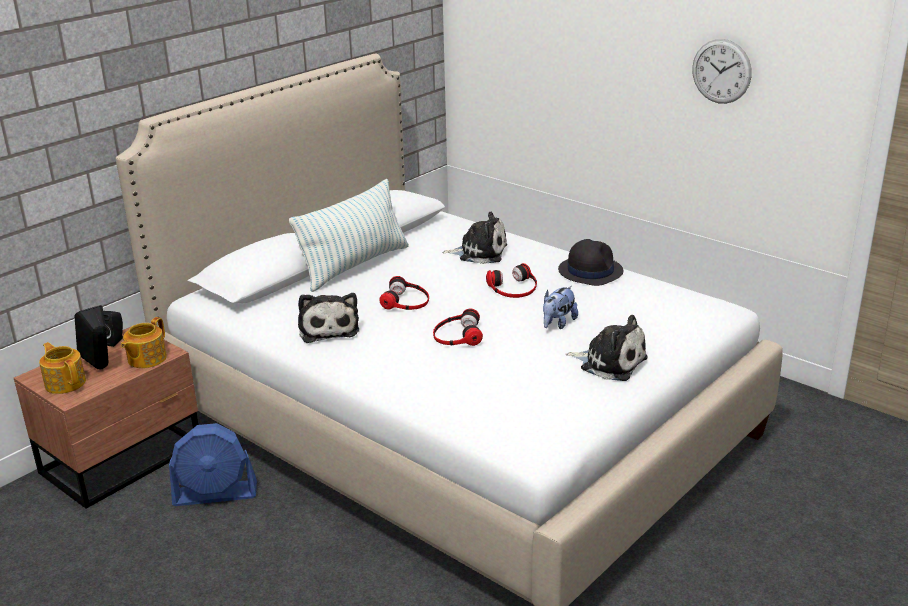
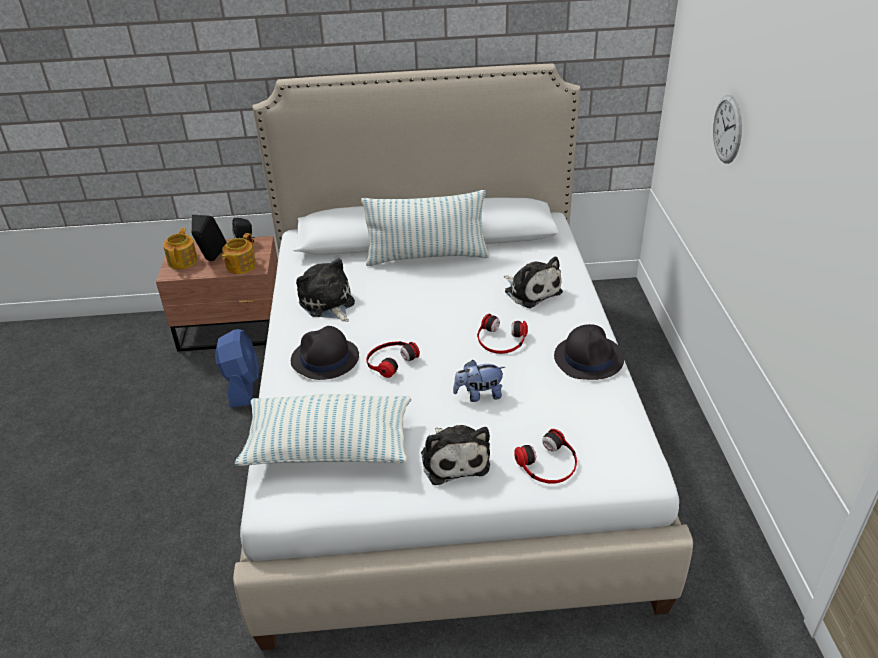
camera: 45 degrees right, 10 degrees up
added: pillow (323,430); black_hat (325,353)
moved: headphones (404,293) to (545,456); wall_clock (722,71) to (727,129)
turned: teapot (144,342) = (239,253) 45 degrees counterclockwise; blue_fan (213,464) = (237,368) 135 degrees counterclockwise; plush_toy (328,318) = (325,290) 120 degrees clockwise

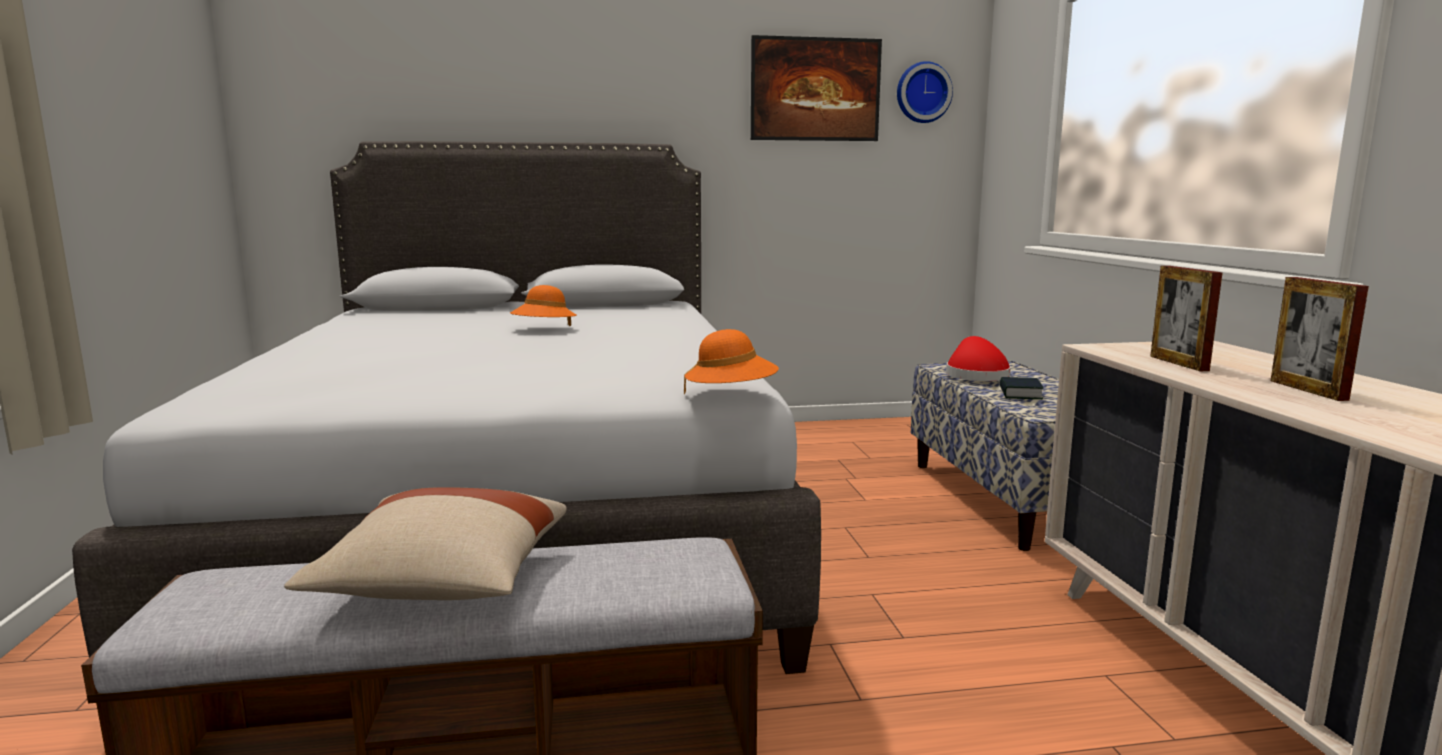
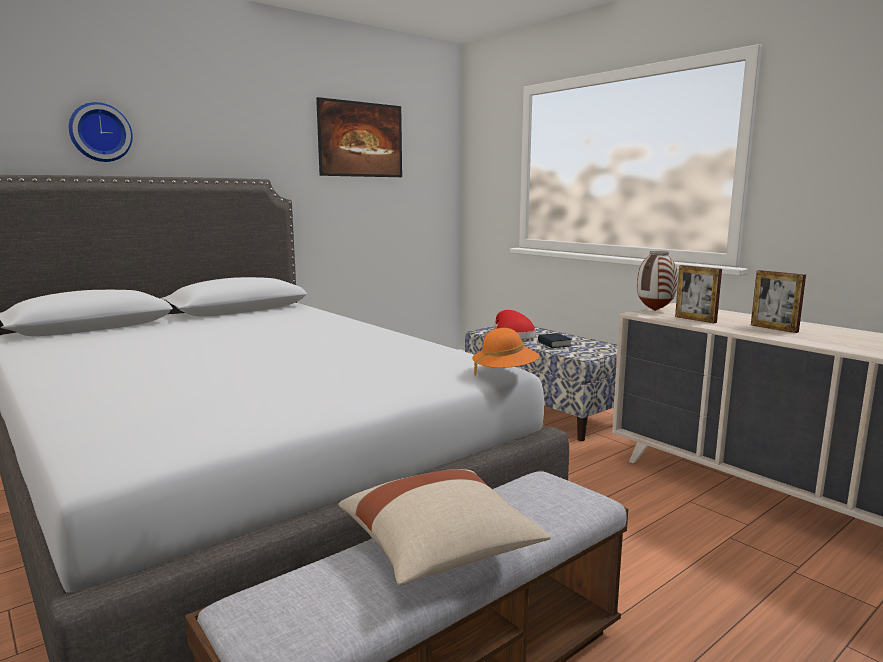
camera: 30 degrees left, 0 degrees up
removed: orange_hat (543,305)
added: vase (657,281)
moved: wall_clock (925,92) to (101,132)

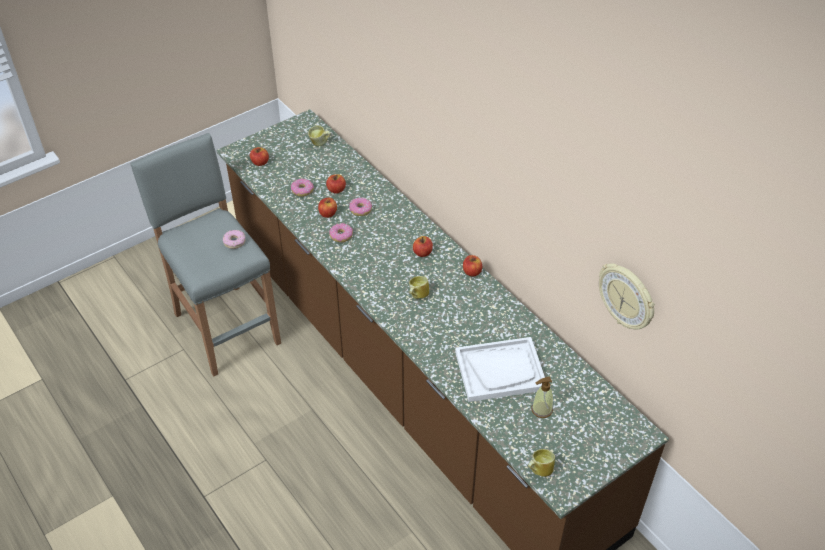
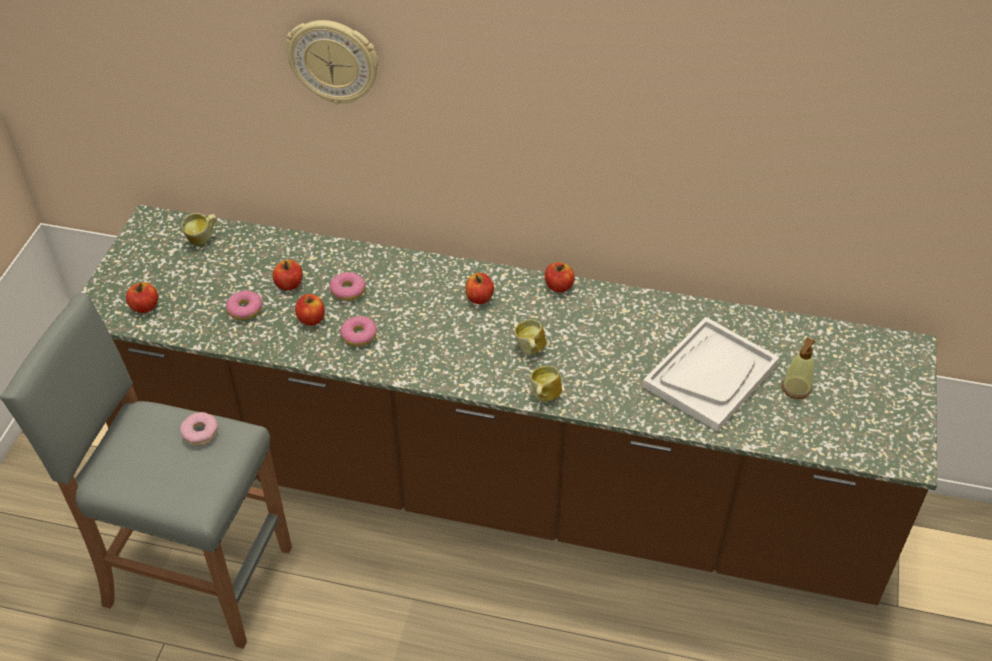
camera: 40 degrees left, 0 degrees up
moved: mug (541,463) to (546,384); wall_clock (627,296) to (332,62)

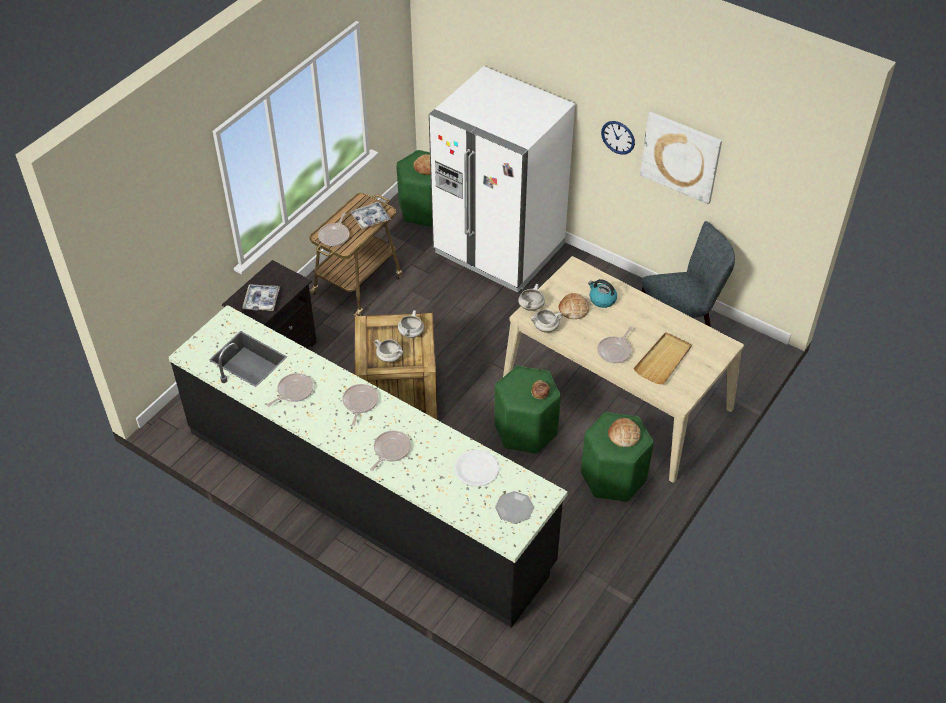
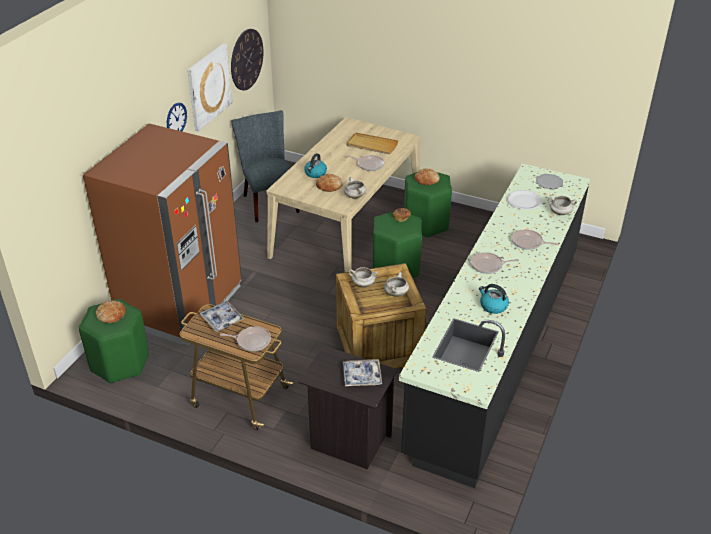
camera: 100 degrees left, 10 degrees down
added: wall_clock (247,59)
moved: white_cooking_pot (531,297) to (562,205)
replaced: frying_pan (289,390) to kettle (494,299)
recoloured: white_fridge (502,179) to brown_fridge (162,234)

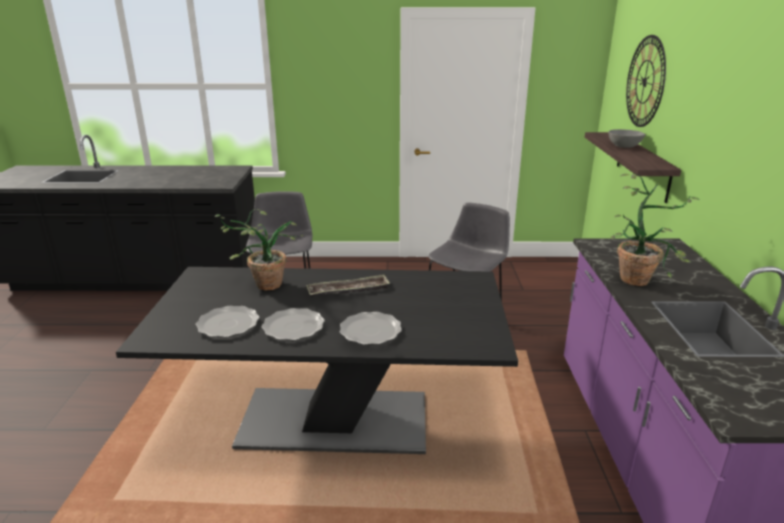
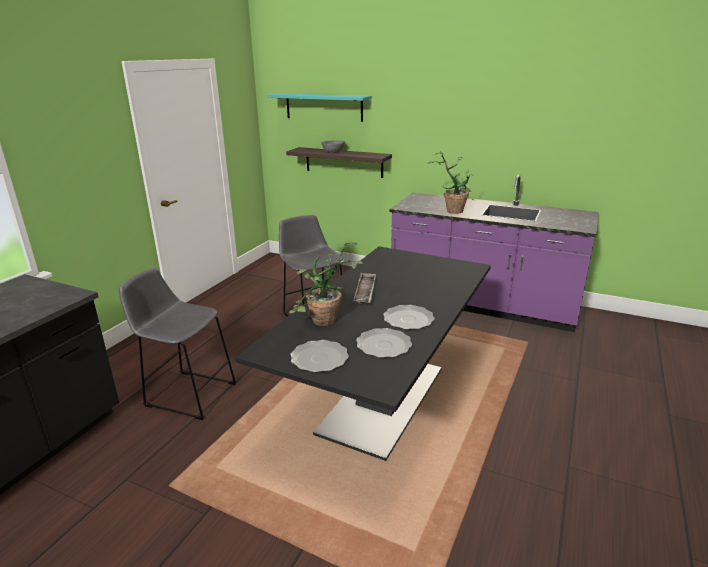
camera: 65 degrees left, 0 degrees up
moved: plate (371,328) to (319,356)
replaced: wall_clock (646,81) to turquoise_shelf (320,107)

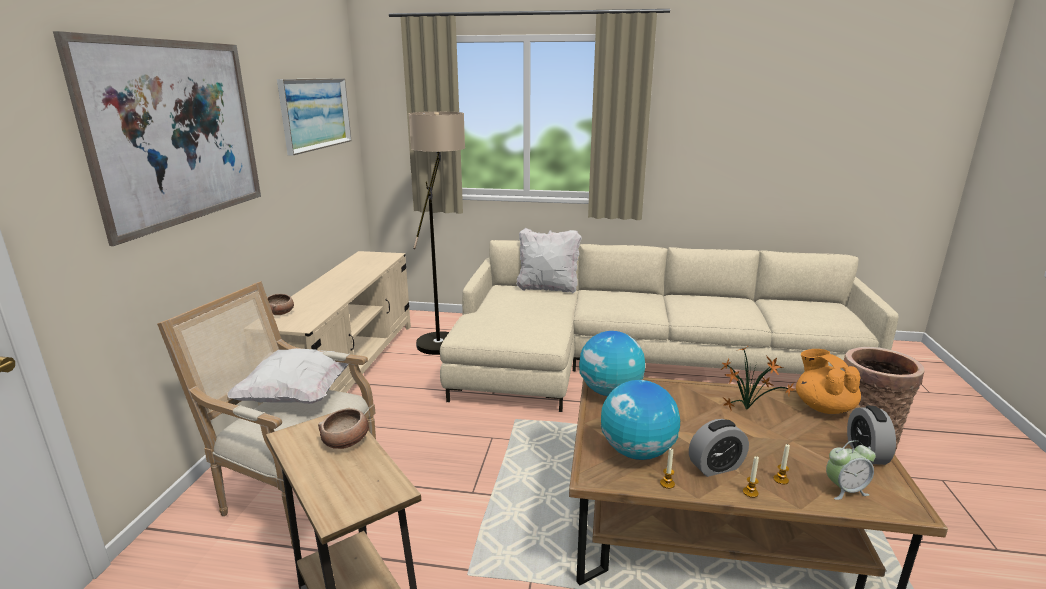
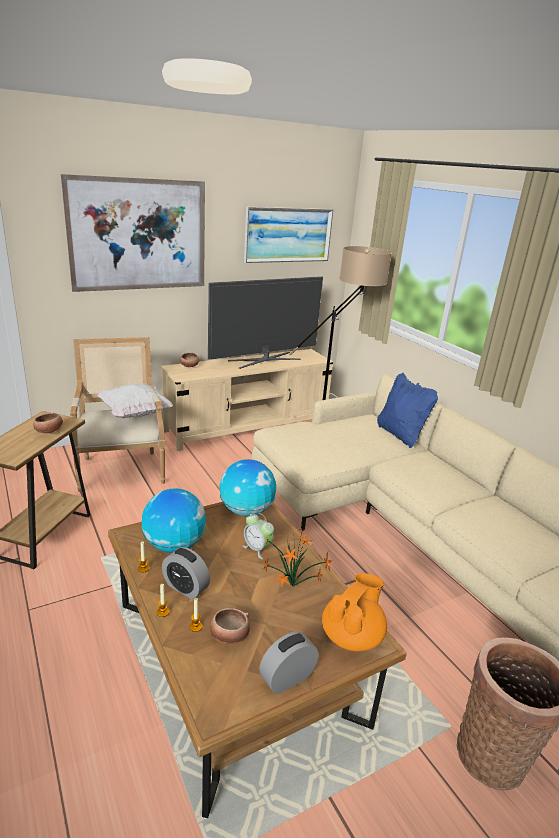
camera: 50 degrees right, 5 degrees up
added: television (265,322); bowl (230,626)
moved: alarm_clock (851,470) to (258,536)
recoloured: white_pillow (549,260) to blue_pillow (407,410)

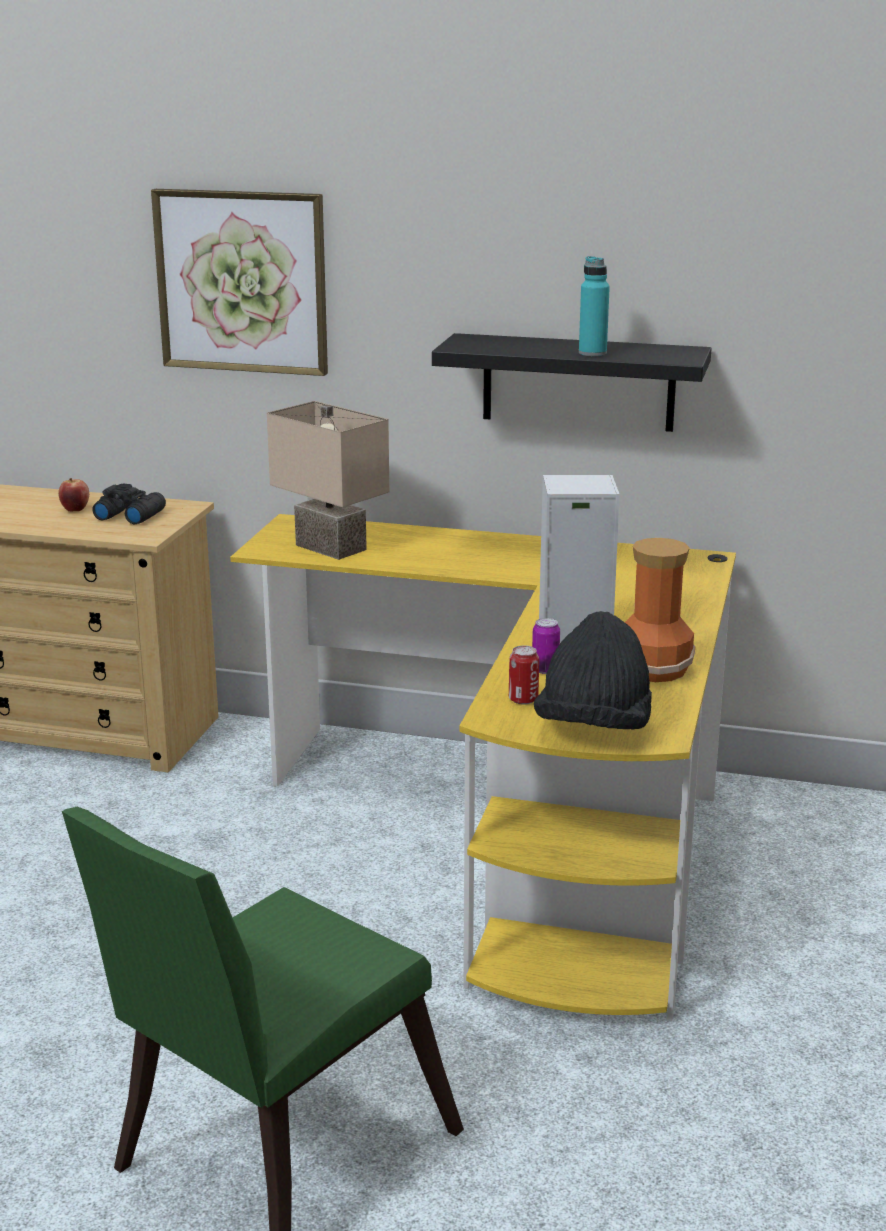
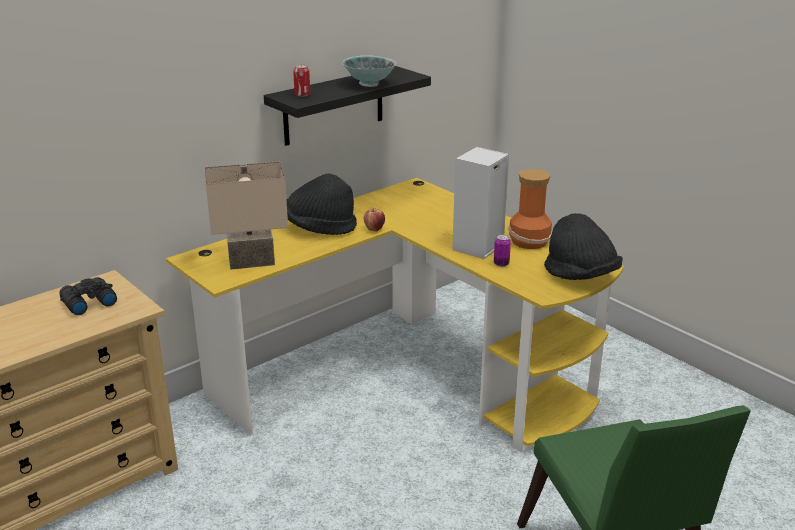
camera: 55 degrees left, 5 degrees up
removed: picture (239,282)
added: black_hat (322,204)
moved: apple (73,495) to (374,219); can (524,675) to (301,80)
replaced: turquoise_bottle (594,306) to bowl (369,71)

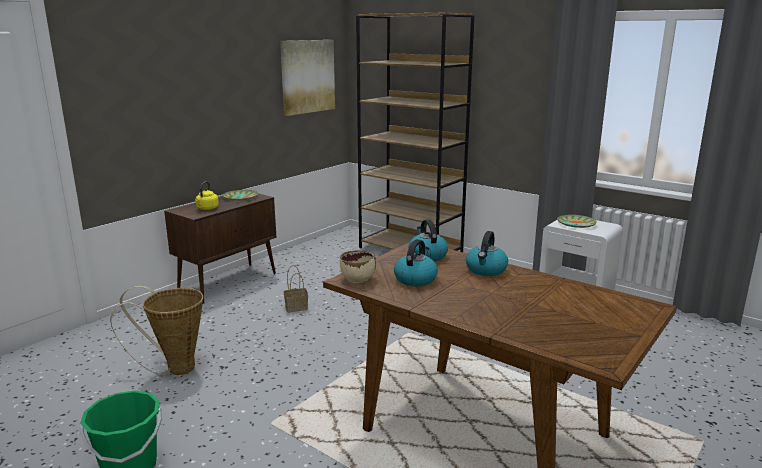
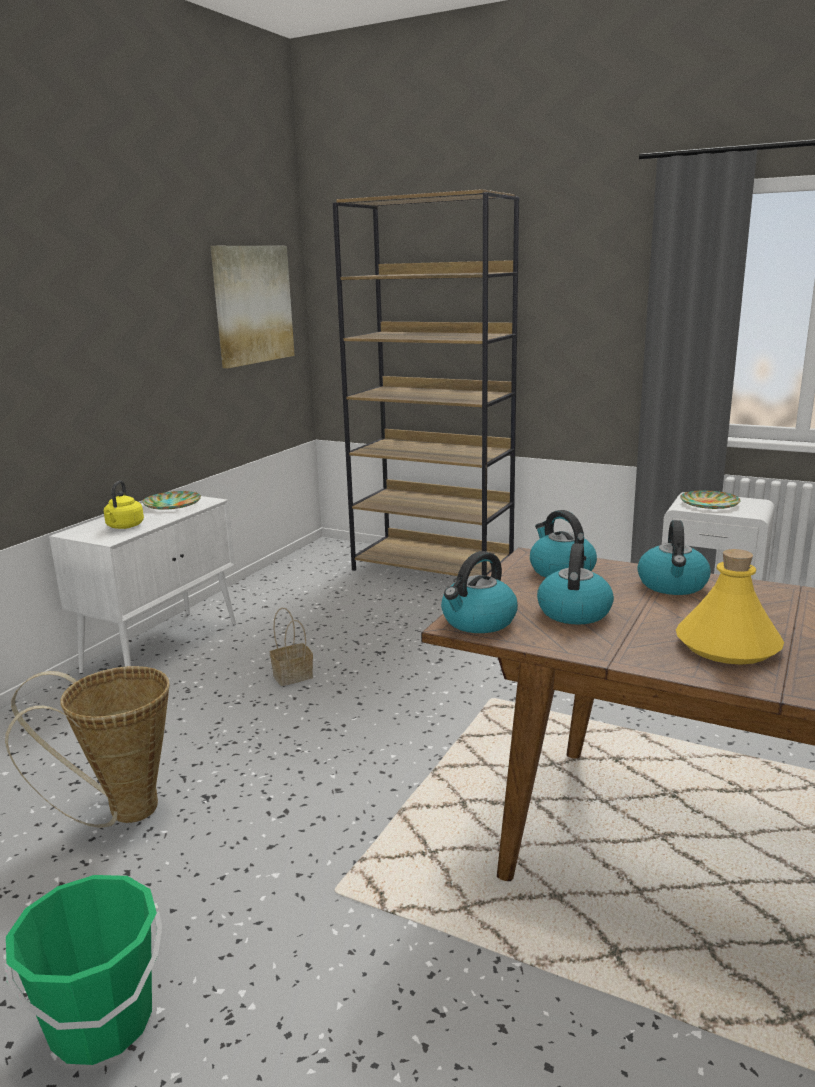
camera: 10 degrees left, 0 degrees up
added: yellow_bottle (730,607)
replaced: beige_bowl (358,266) to kettle (479,592)
recoloured: brown_cabinet (220,248) to white_cabinet (142,585)

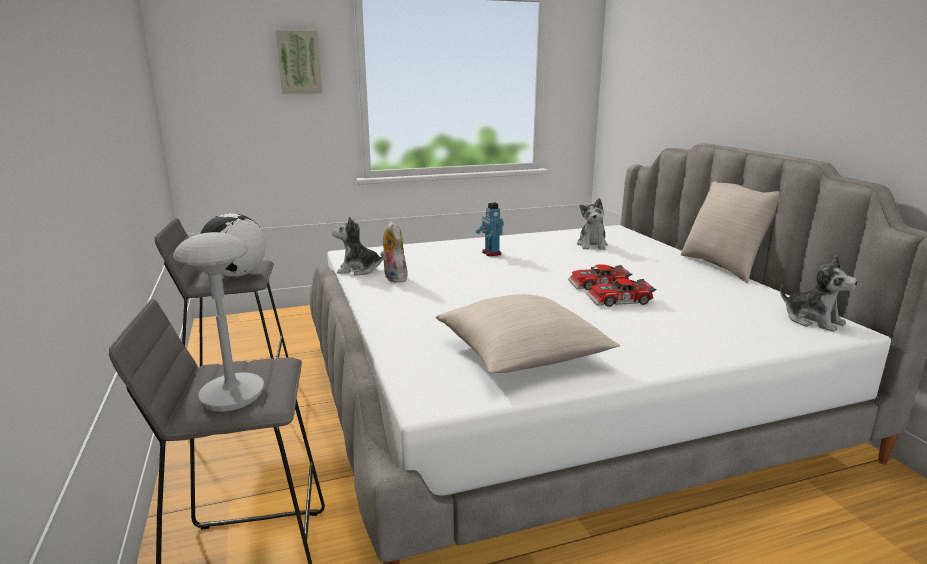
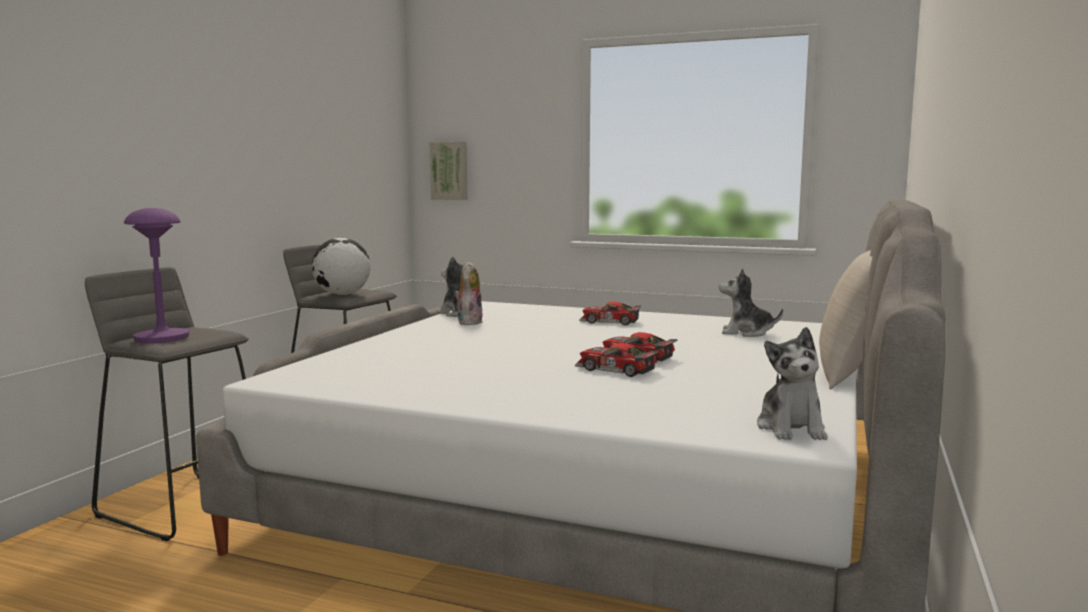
camera: 40 degrees right, 10 degrees down
removed: beige_pillow (528,333)
moved: picture (299,62) to (448,171)
replaced: toy_robot (490,229) to toy_car (610,313)
recoloured: grey_table_lamp (218,322) to purple_table_lamp (157,275)
turned: plush_toy (592,224) = (751,302) 60 degrees clockwise

